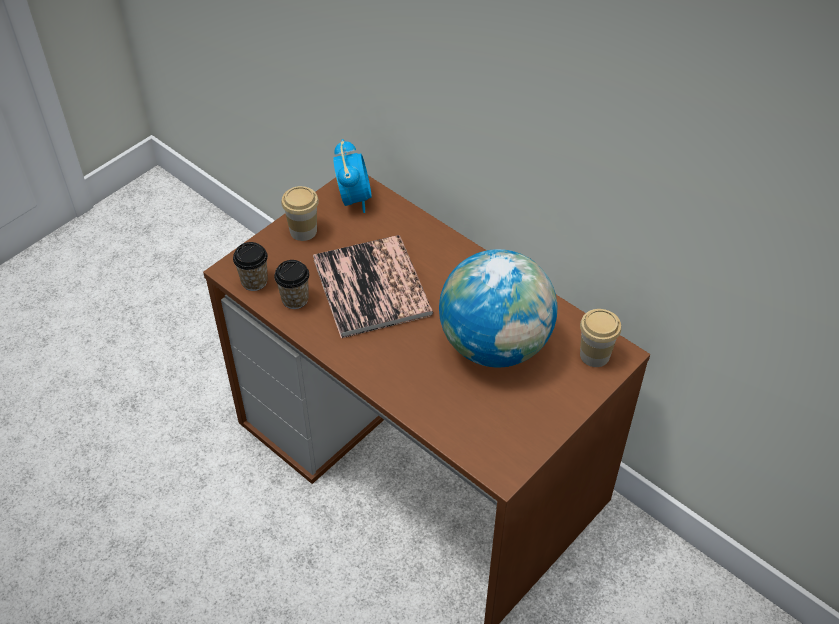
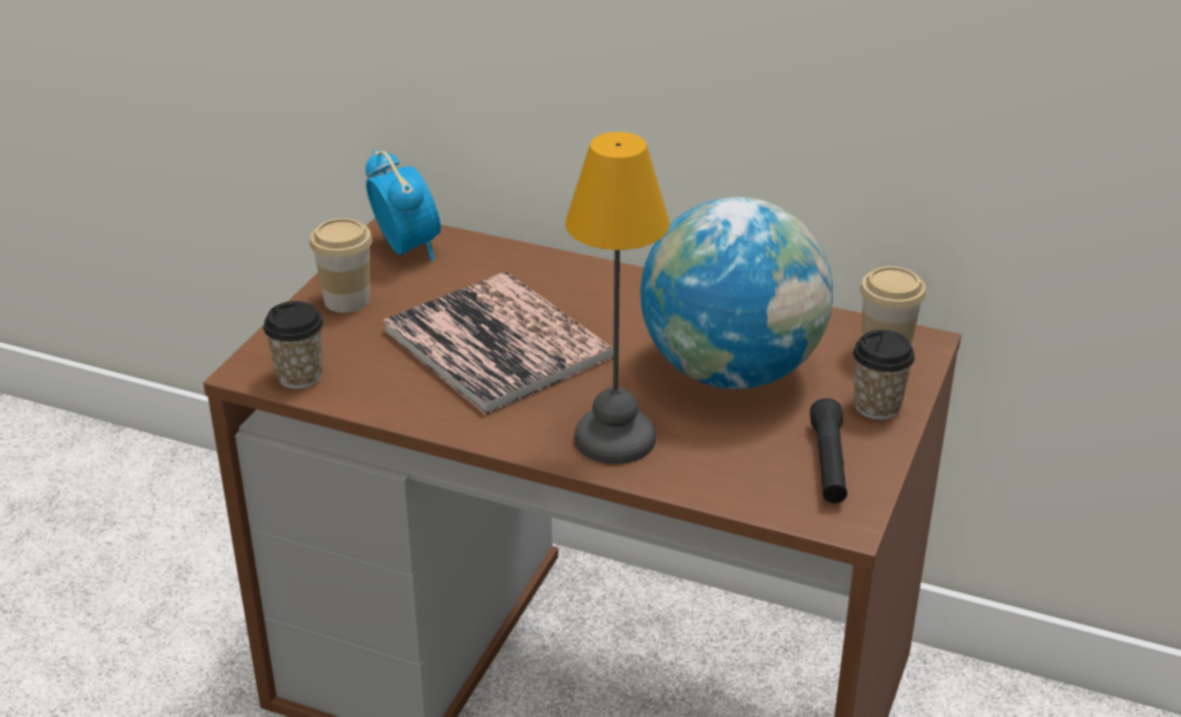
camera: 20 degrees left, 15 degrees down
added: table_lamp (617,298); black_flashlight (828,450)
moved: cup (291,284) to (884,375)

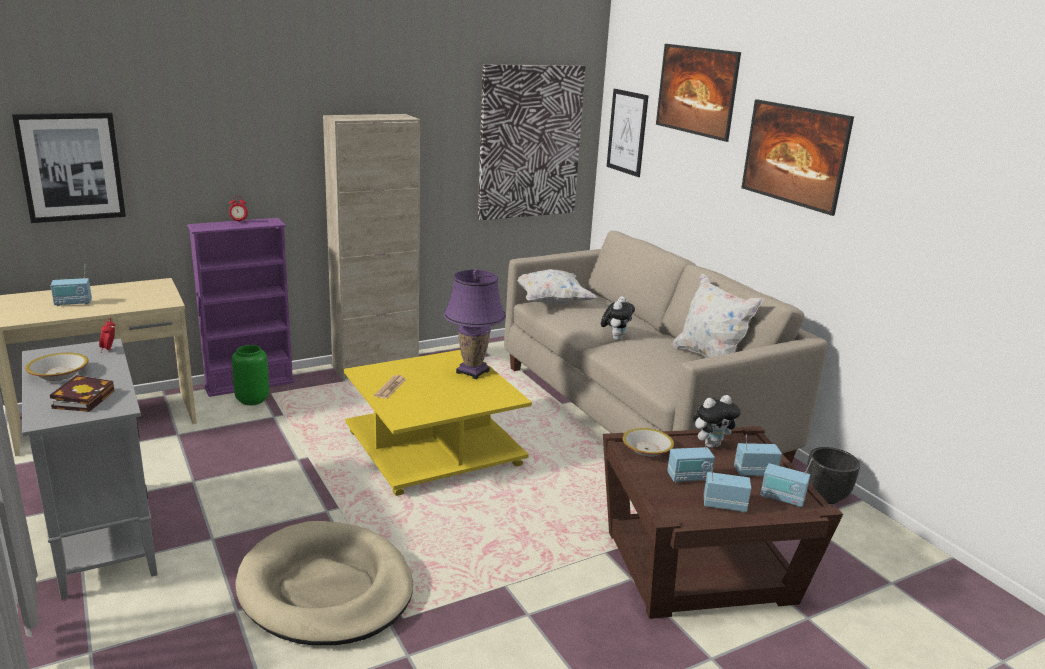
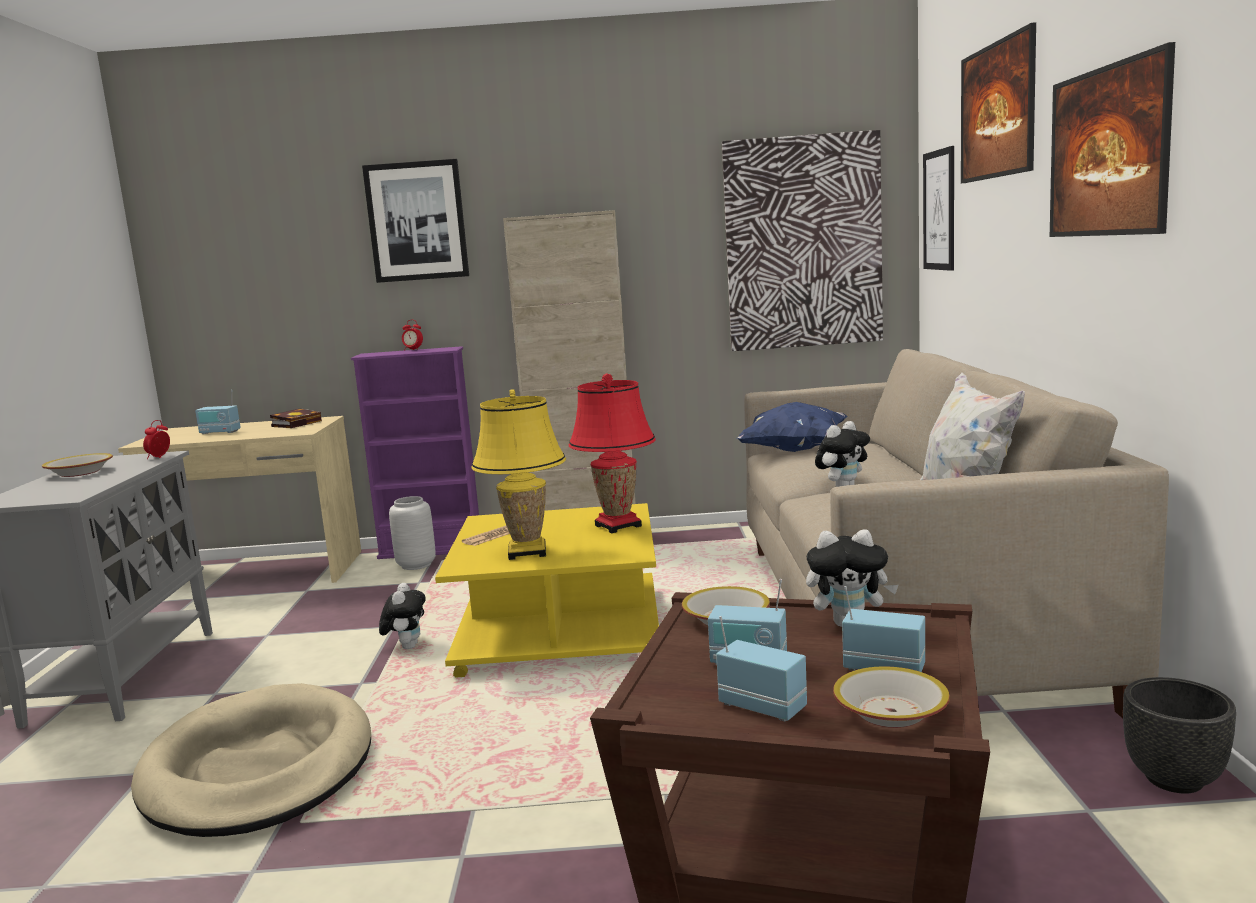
camera: 30 degrees right, 10 degrees down
added: plush_toy (402,616); yellow_table_lamp (519,474)
moved: picture (69,168) to (415,221); book (82,393) to (296,418)
replaced: radio (786,482) to bowl (891,697)
recoloured: green_vase (250,375) to grey_vase (412,533); purple_table_lamp (475,324) to red_table_lamp (612,453); white_pillow (557,287) to blue_pillow (792,427)

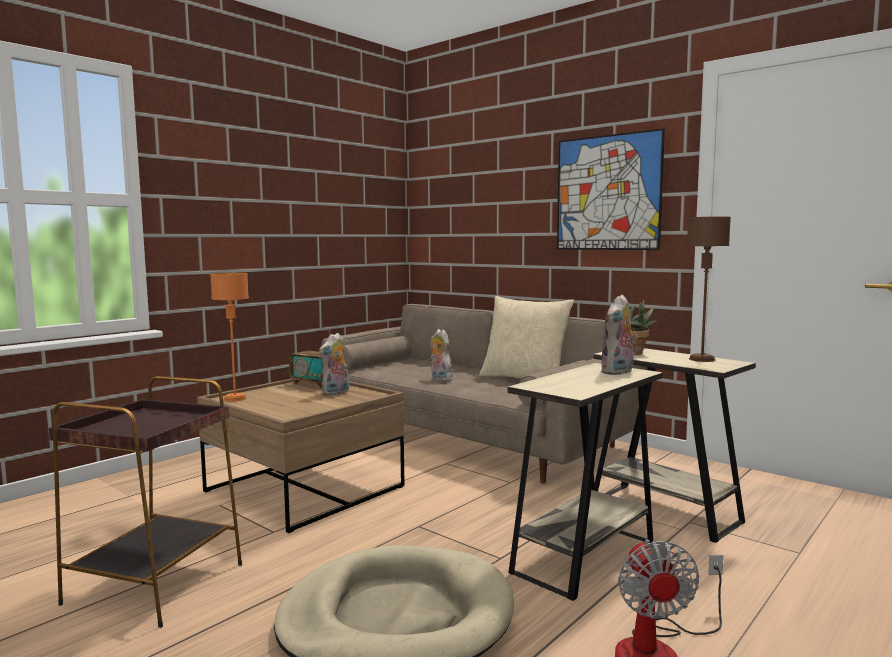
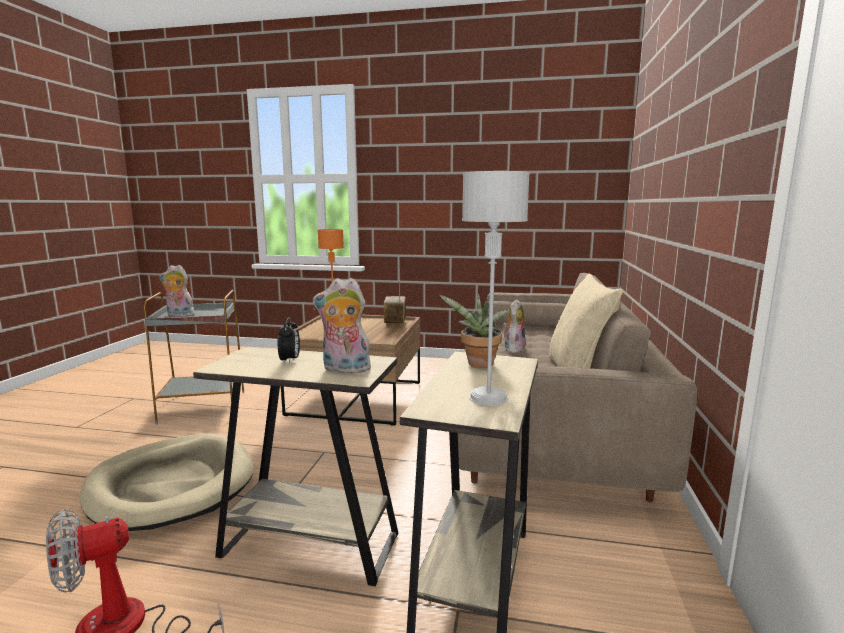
camera: 60 degrees right, 5 degrees up
removed: picture (611,189)
added: alarm_clock (289,341)
moved: plush_toy (334,364) to (177,291)
recoloured: brown_side_table (145,502) to grey_side_table (194,357); brown_table_lamp (709,289) to grey_table_lamp (496,288)

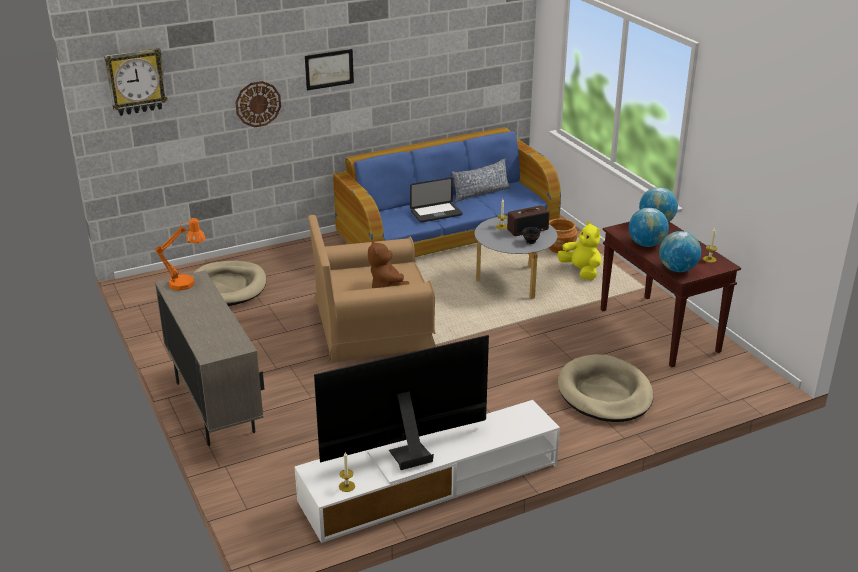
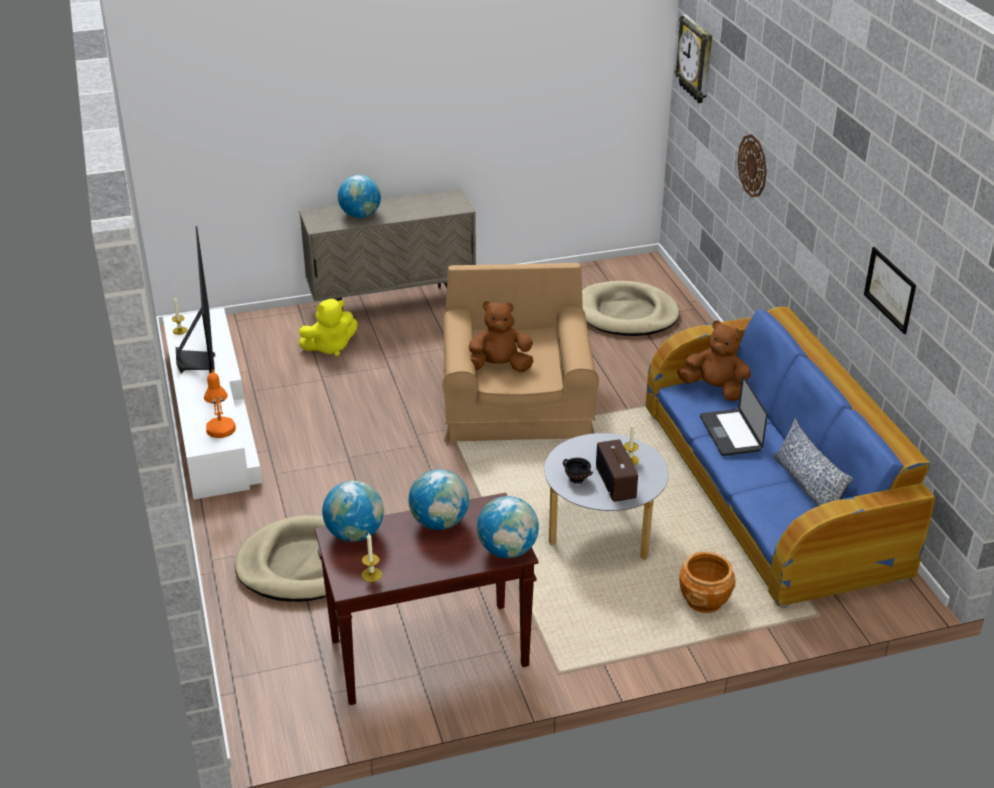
camera: 100 degrees right, 5 degrees up
added: globe (359,196); brown_plush_toy (714,361)
moved: orange_table_lamp (180,254) to (220,403); picture (329,70) to (890,290); yellow_plush_toy (580,250) to (328,327)

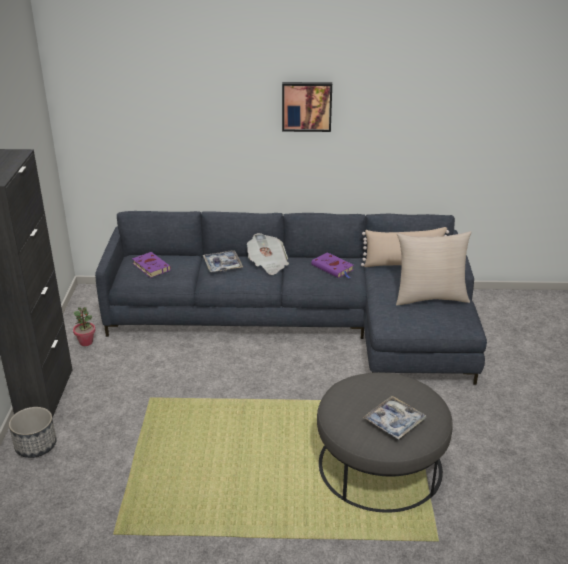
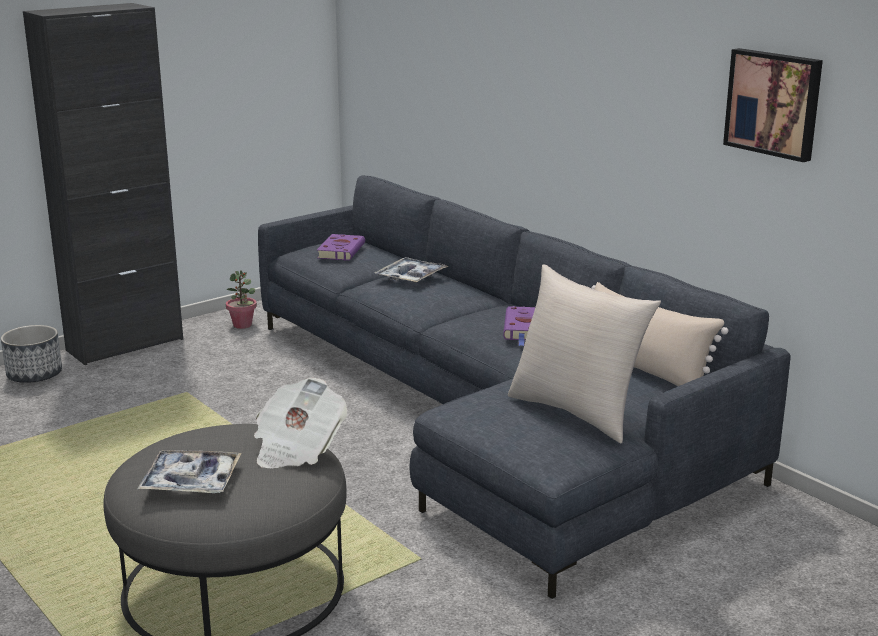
camera: 50 degrees right, 10 degrees down
moved: newspaper (268,254) to (300,423); picture (307,107) to (773,105)

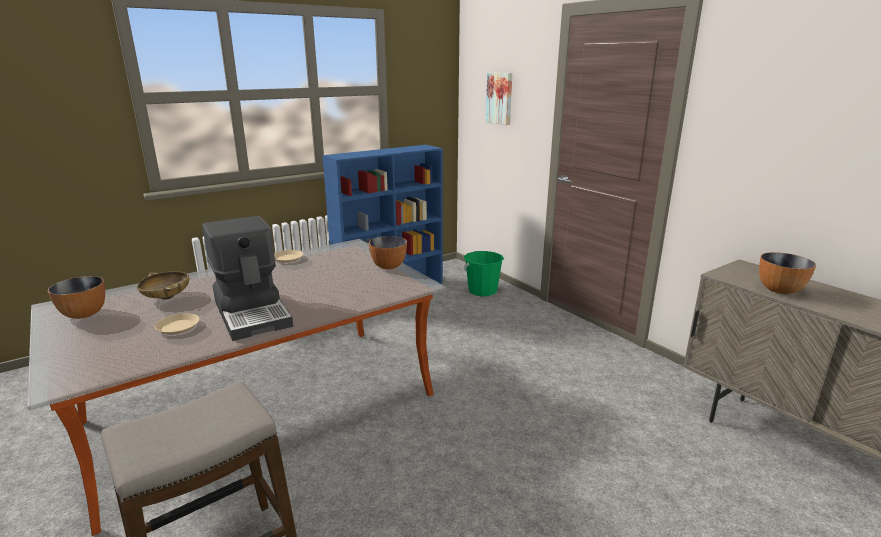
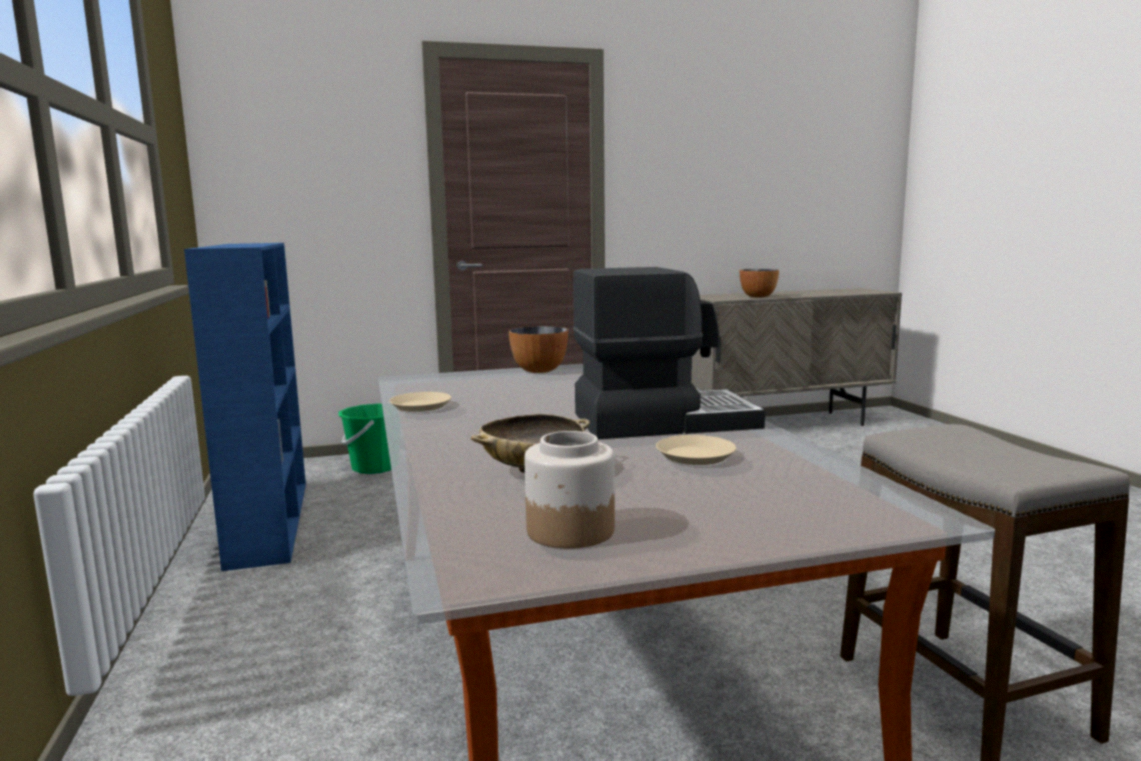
camera: 70 degrees left, 10 degrees down
removed: picture (499,98)
replaced: bowl (76,297) to jar (570,490)

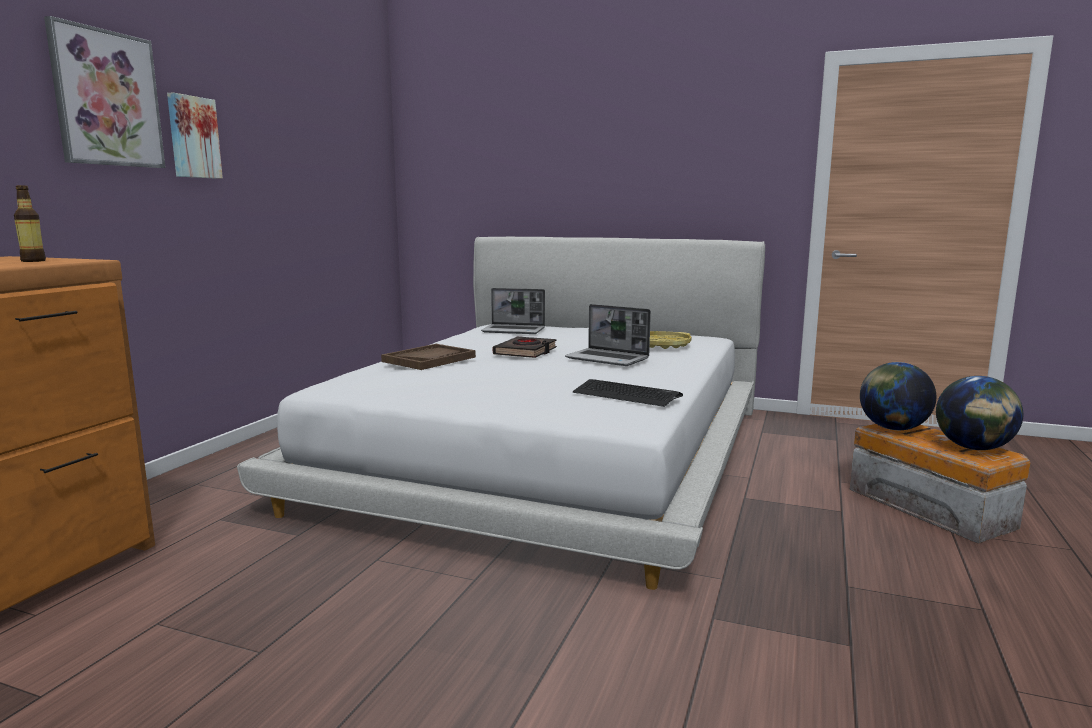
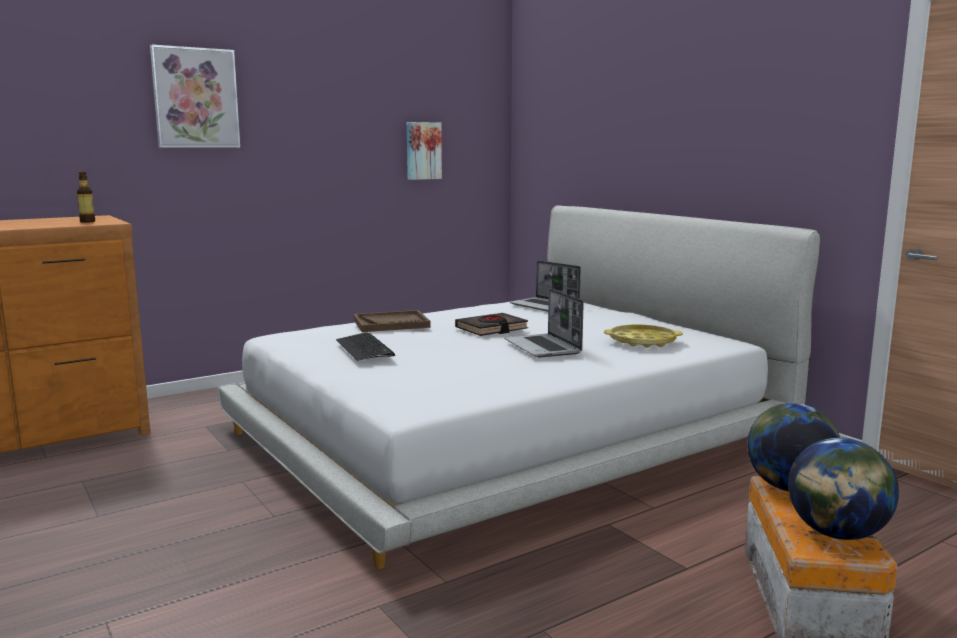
camera: 35 degrees right, 0 degrees up
moved: picture (195,135) to (424,151); keyboard (627,393) to (365,346)

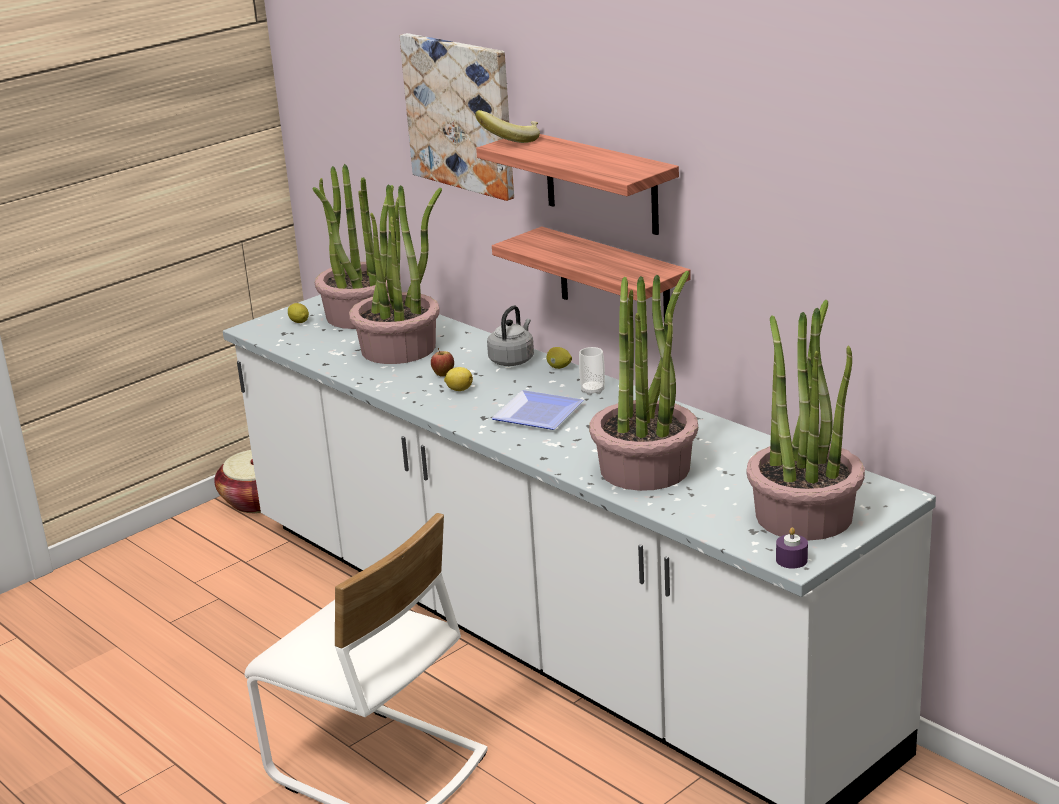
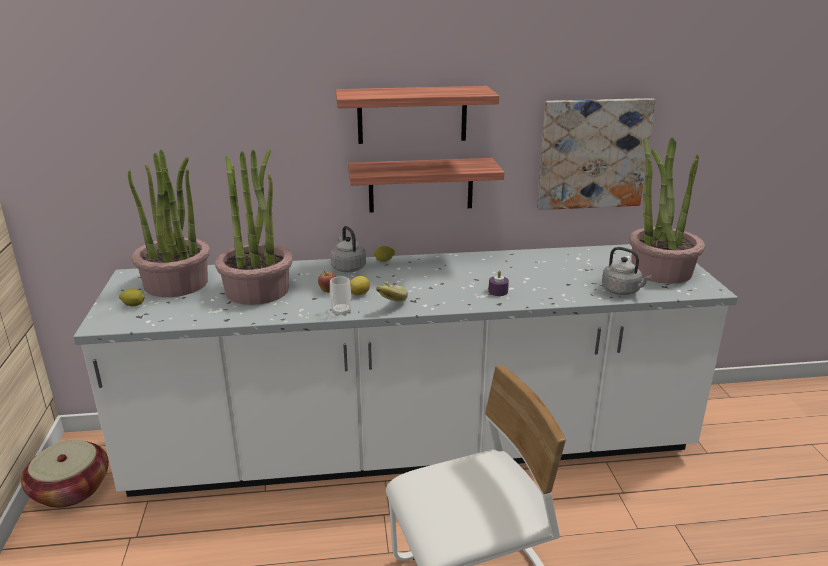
camera: 55 degrees left, 0 degrees up
removed: plate (537,410); potted_plant (643,381)
added: grey_kettle (627,271)
moved: picture (456,117) to (596,154); banana (507,126) to (392,291); cup (592,371) to (340,296); purple_candle (792,547) to (499,283)

